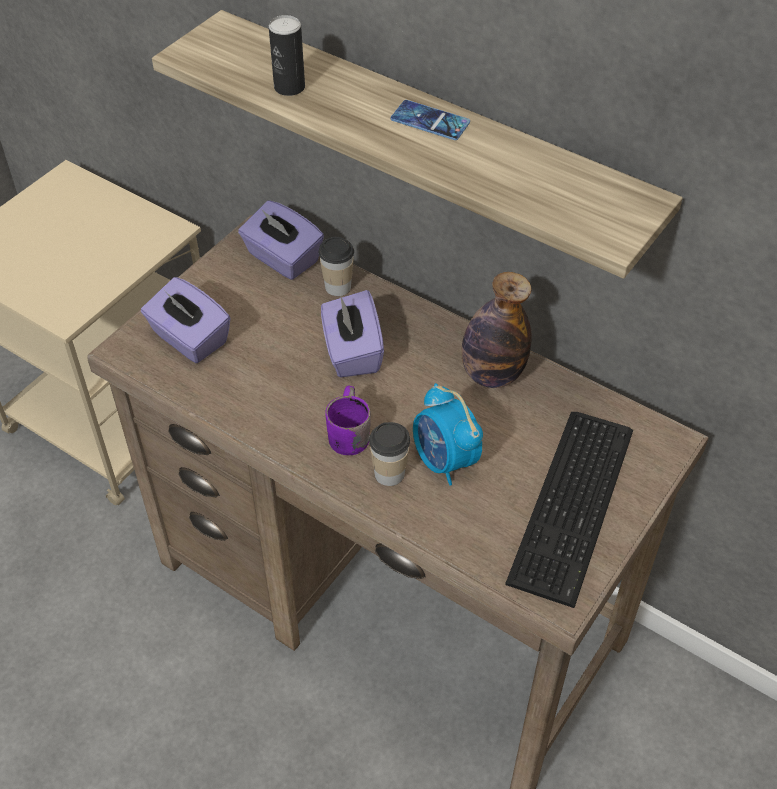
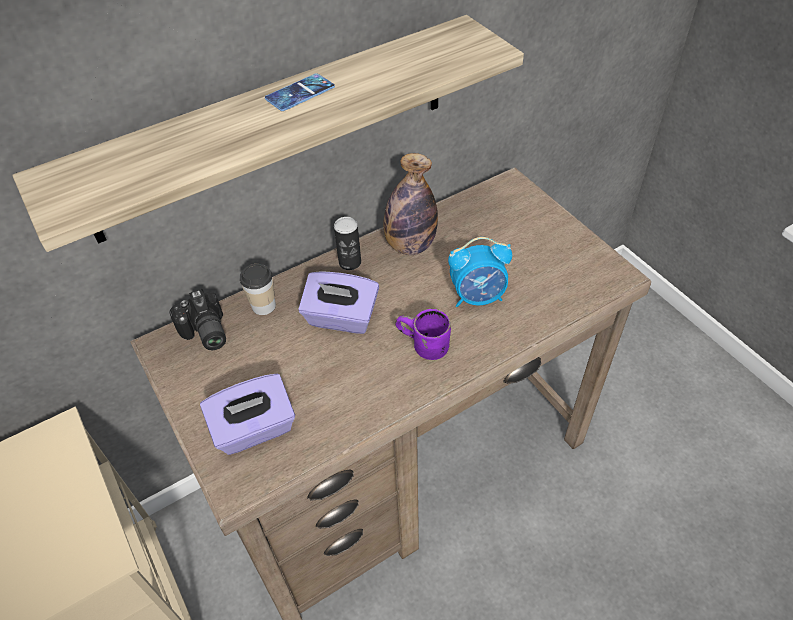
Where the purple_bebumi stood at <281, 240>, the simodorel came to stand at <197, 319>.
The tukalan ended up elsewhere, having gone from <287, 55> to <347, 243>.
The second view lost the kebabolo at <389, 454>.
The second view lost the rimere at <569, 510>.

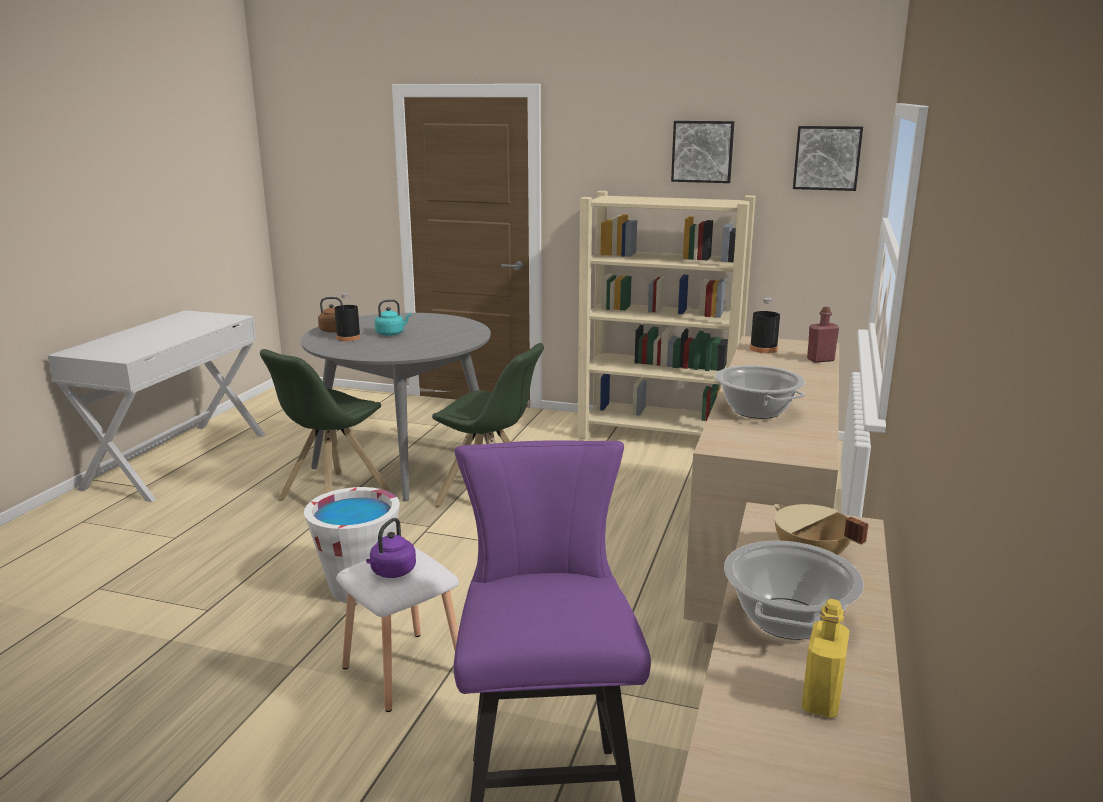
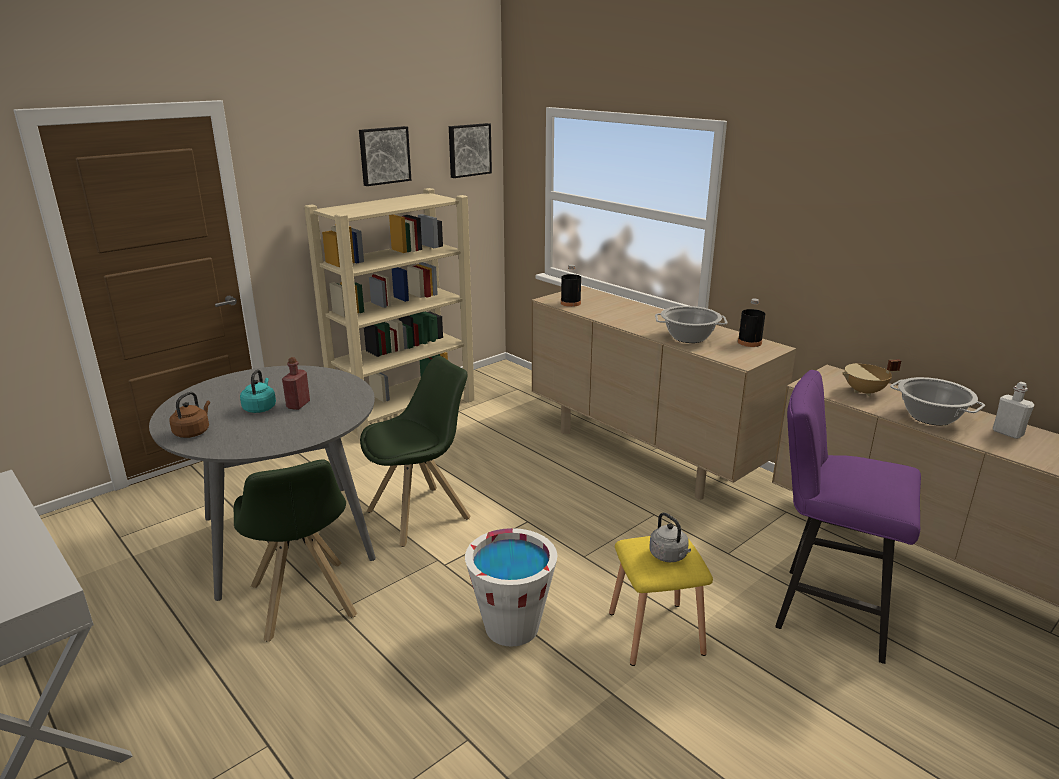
The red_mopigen ended up elsewhere, having gone from <823, 335> to <296, 383>.
What was the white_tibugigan at <397, 629> turned into the yellow_tibugigan at <661, 601>.
What was the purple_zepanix at <391, 548> turned into the grey_zepanix at <670, 537>.
The black_mopigen ended up elsewhere, having gone from <347, 317> to <751, 323>.
What was the yellow_mopigen at <825, 658> turned into the white_mopigen at <1013, 410>.

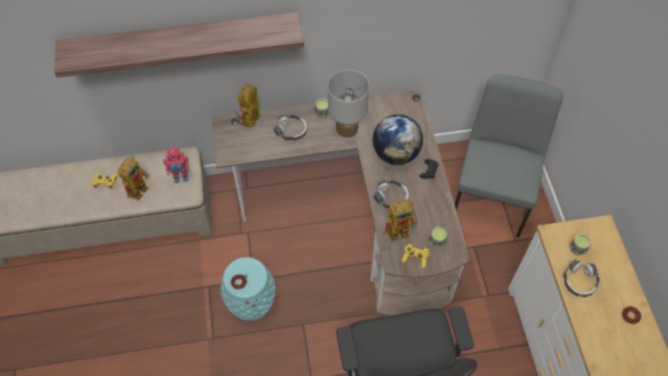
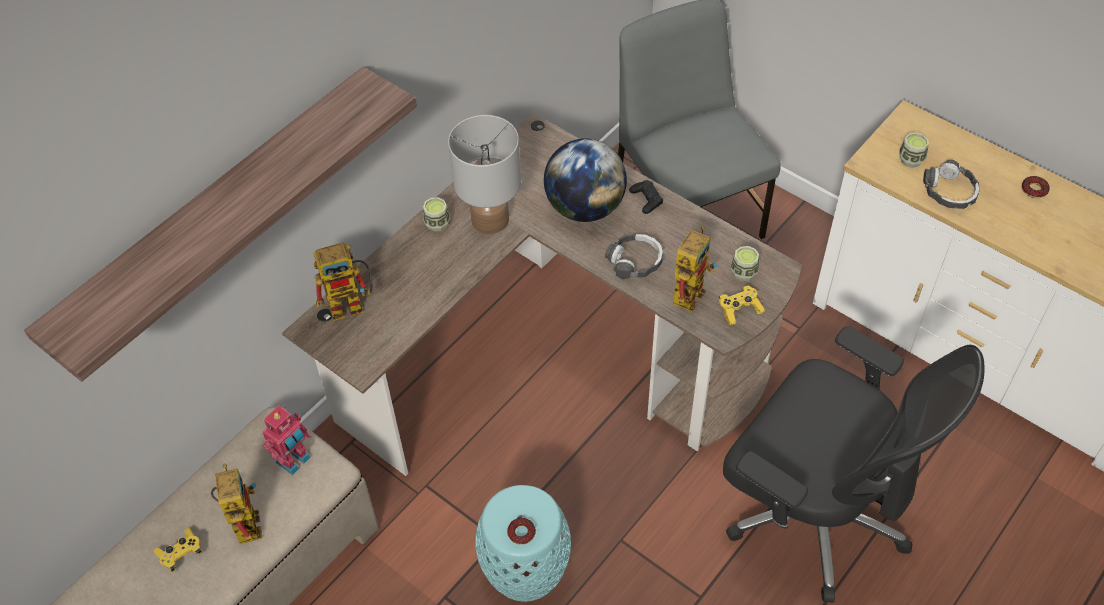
The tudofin at <247, 105> ended up facing another way, 90 degrees counterclockwise from before.
The second view lost the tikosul at <290, 127>.

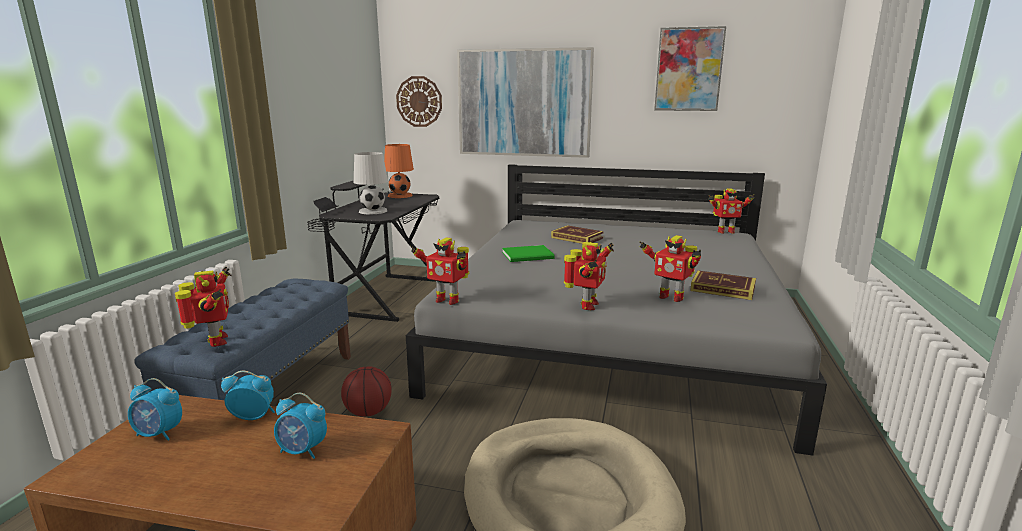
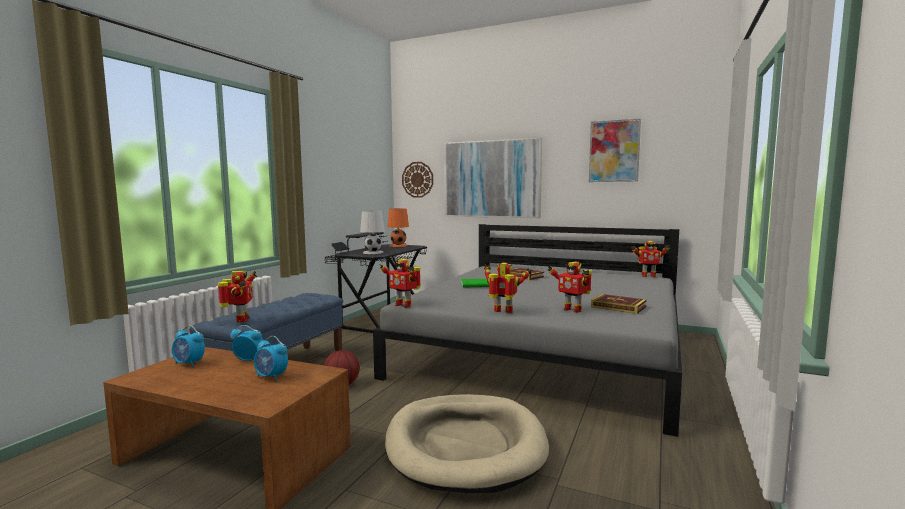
The tudofin at <589, 276> ended up facing another way, 105 degrees counterclockwise from before.

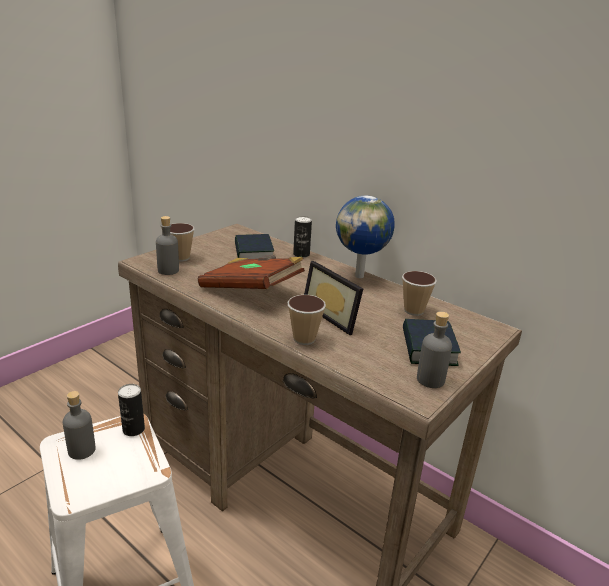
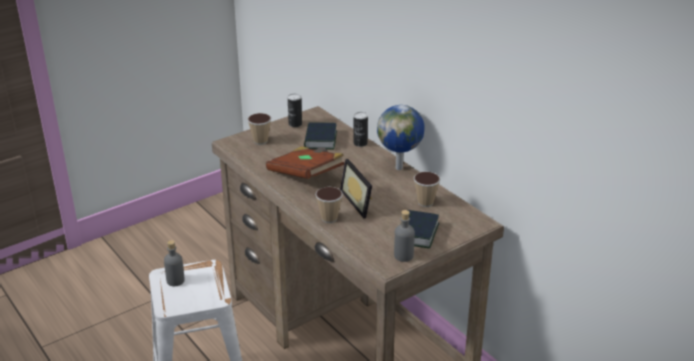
The tukalan ended up elsewhere, having gone from <131, 410> to <295, 110>.
The second view lost the grey_mopigen at <167, 245>.

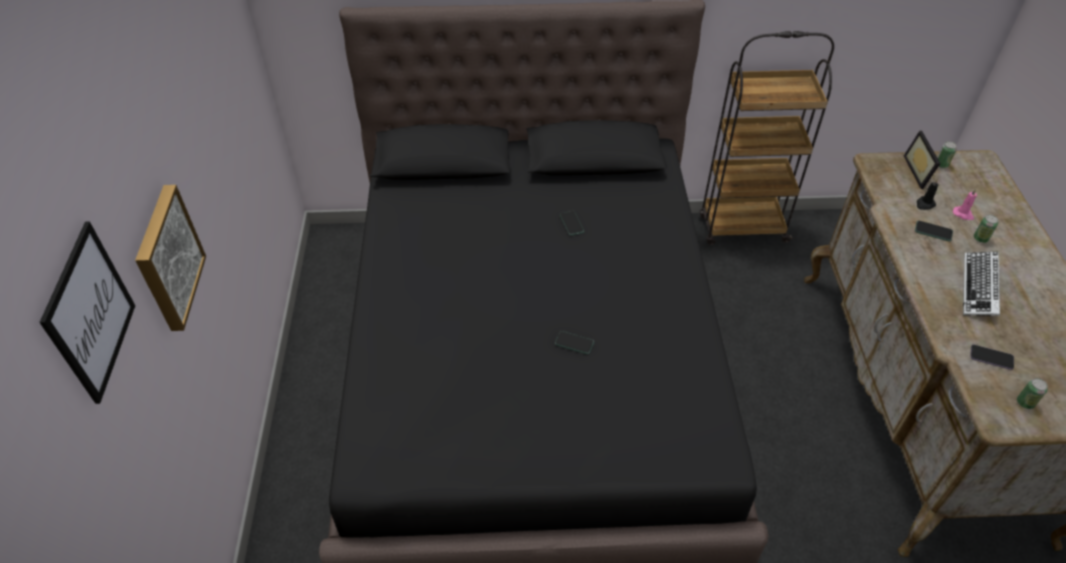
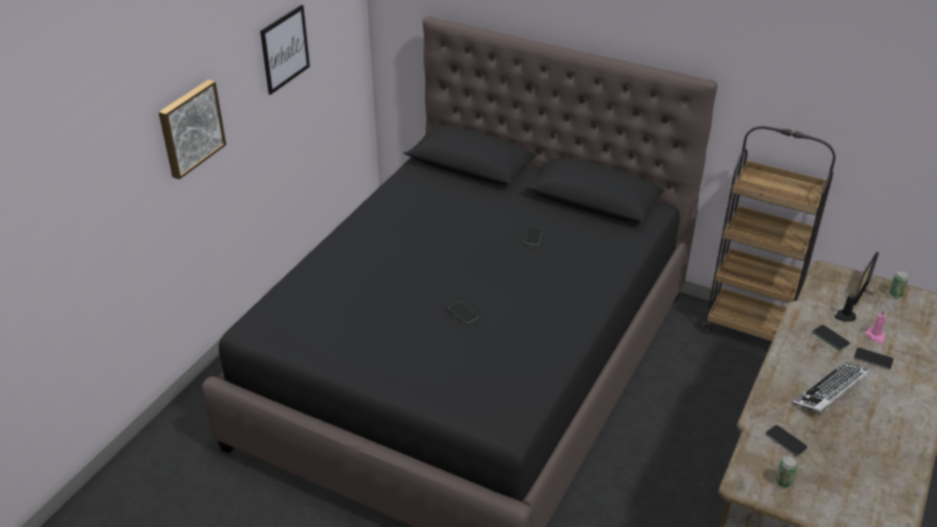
The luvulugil ended up elsewhere, having gone from <87, 312> to <285, 50>.
Where the tukalan stood at <986, 229>, the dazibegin came to stand at <874, 358>.

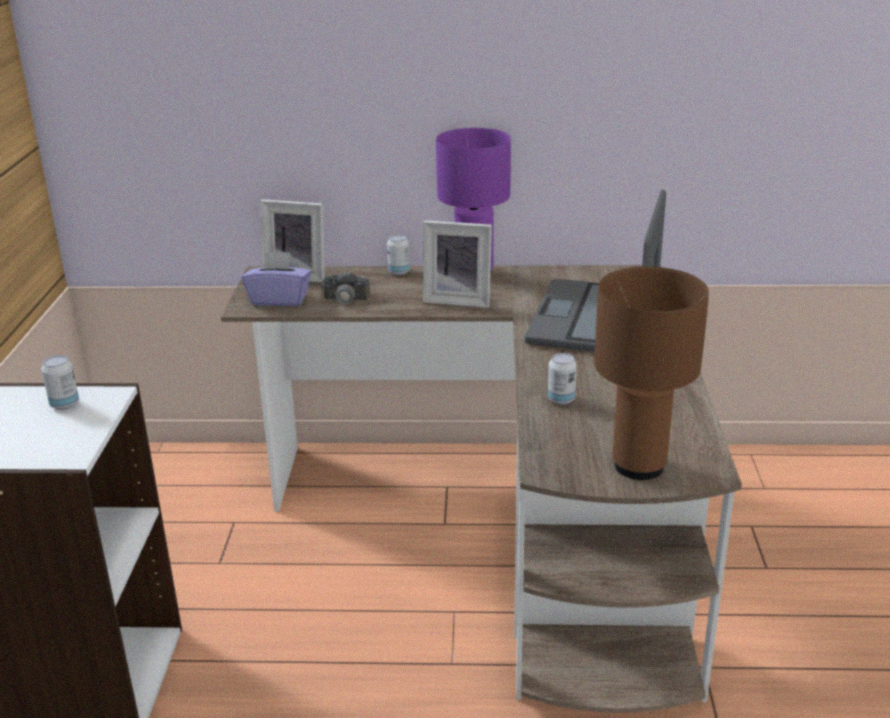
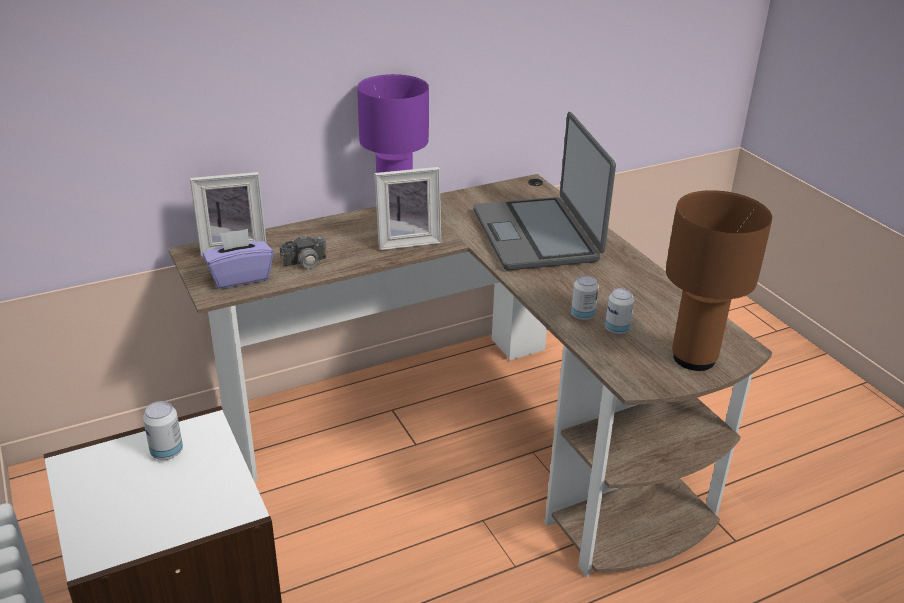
The tukalan ended up elsewhere, having gone from <398, 255> to <619, 311>.

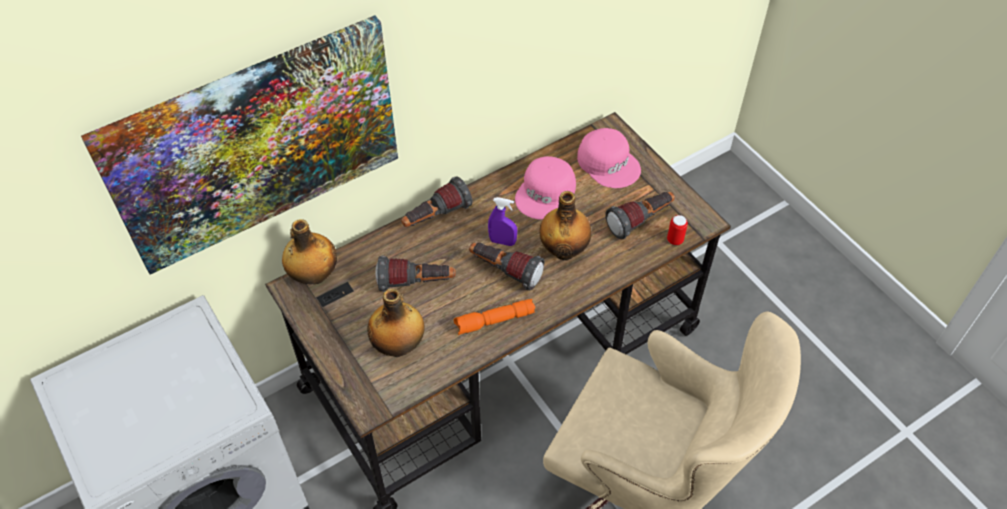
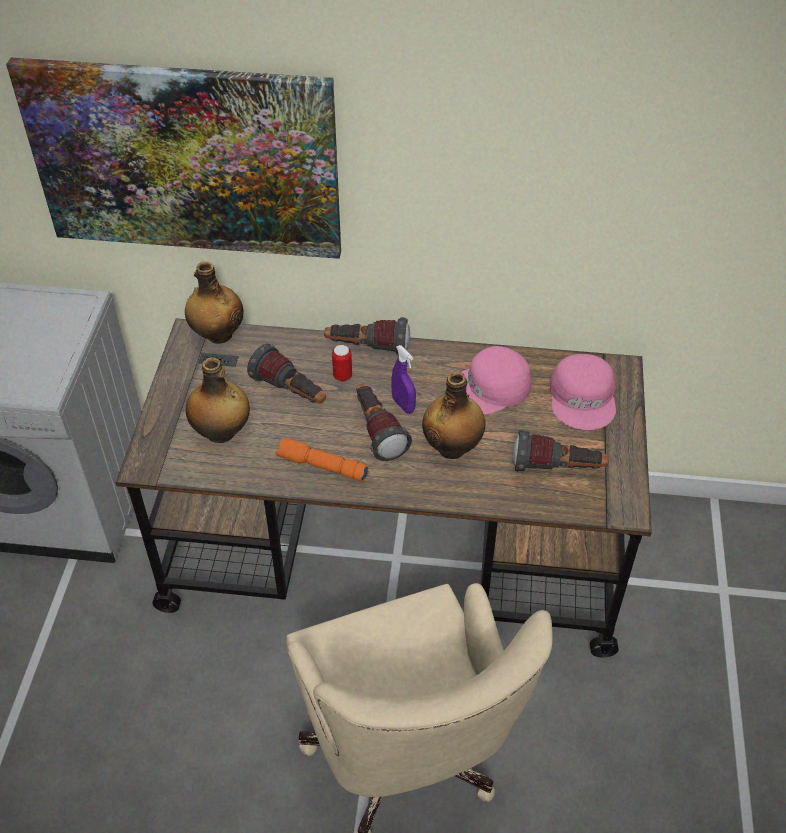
The tukalan ended up elsewhere, having gone from <677, 230> to <342, 363>.

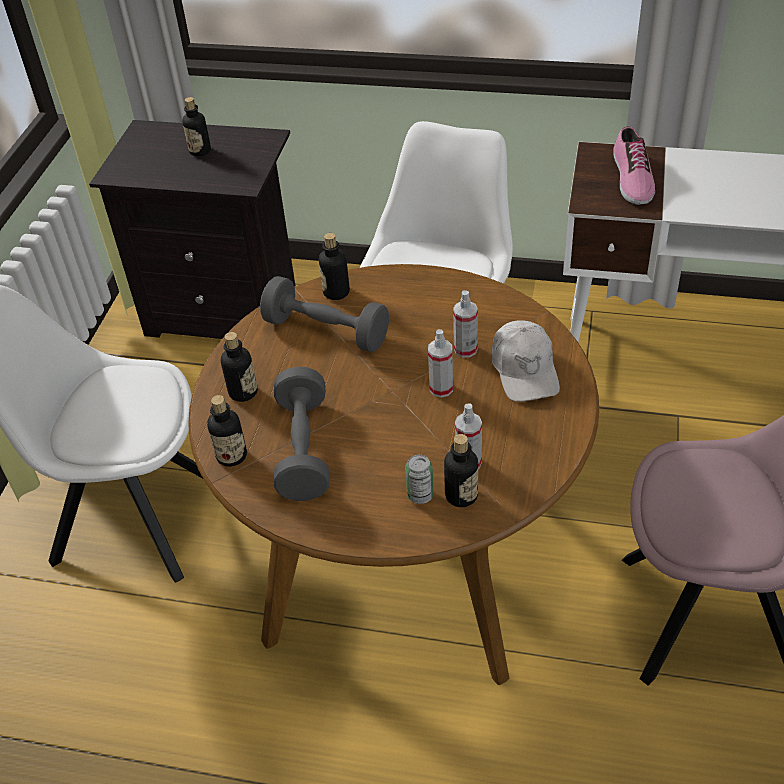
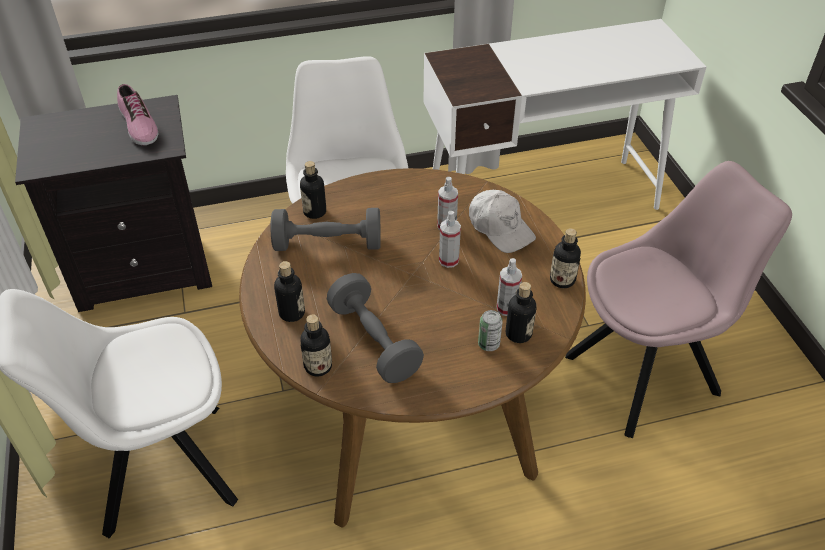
The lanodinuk ended up elsewhere, having gone from <634, 165> to <137, 114>.
The mopigen ended up elsewhere, having gone from <196, 127> to <565, 258>.

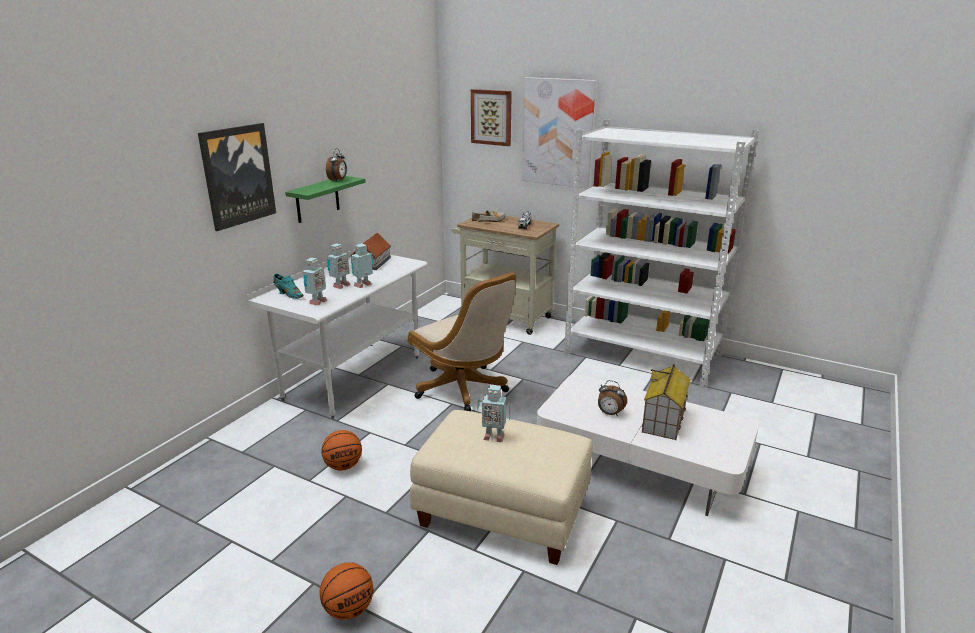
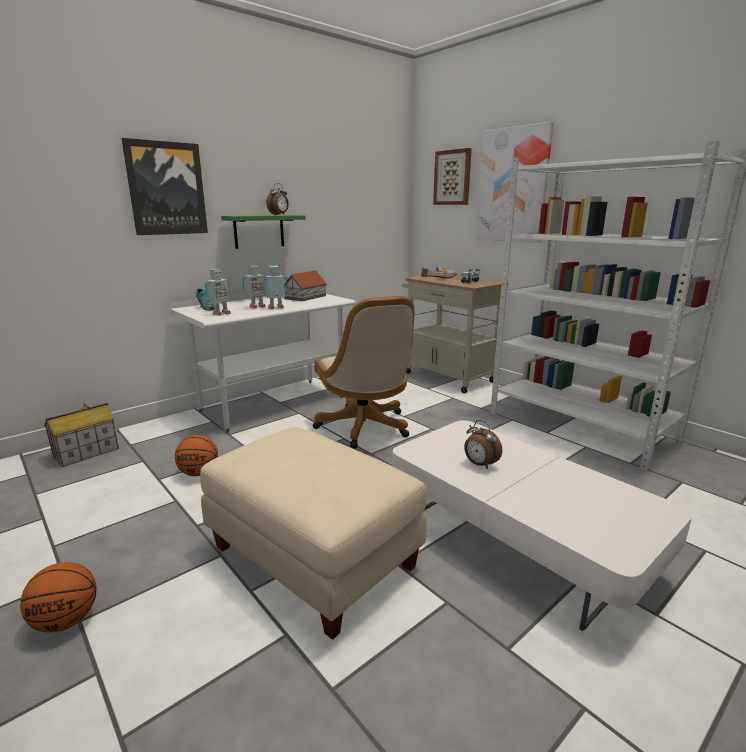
The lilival ended up elsewhere, having gone from <666, 402> to <81, 435>.
The second view lost the tudofin at <493, 413>.

